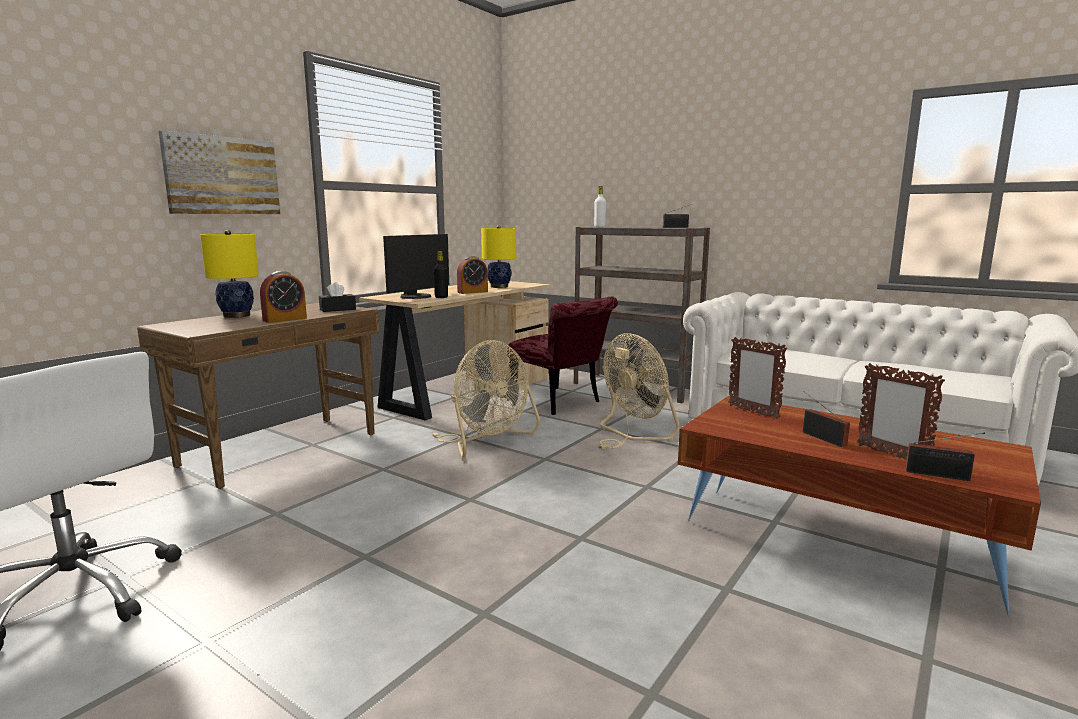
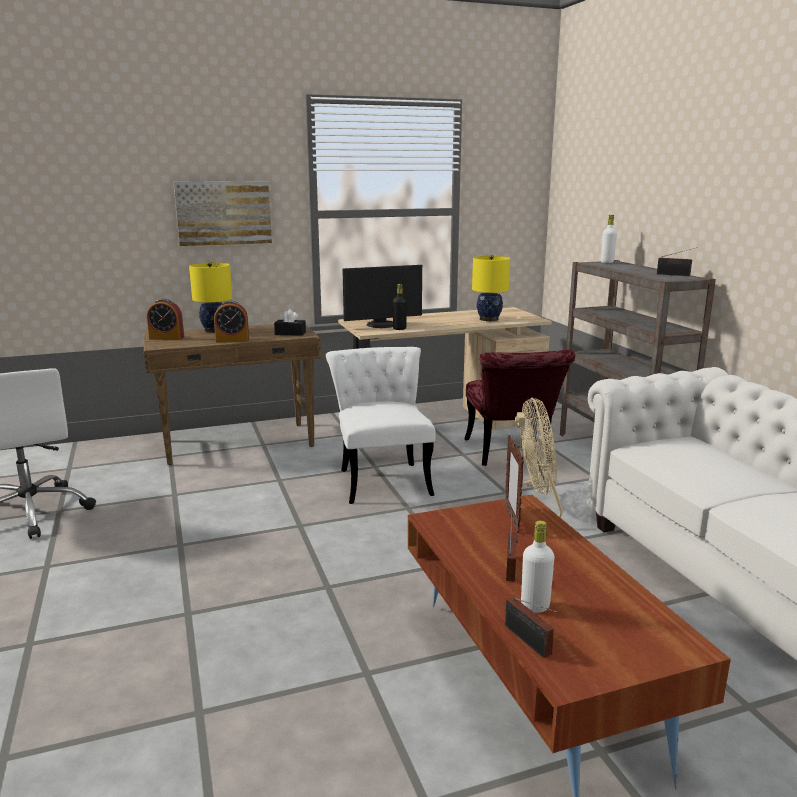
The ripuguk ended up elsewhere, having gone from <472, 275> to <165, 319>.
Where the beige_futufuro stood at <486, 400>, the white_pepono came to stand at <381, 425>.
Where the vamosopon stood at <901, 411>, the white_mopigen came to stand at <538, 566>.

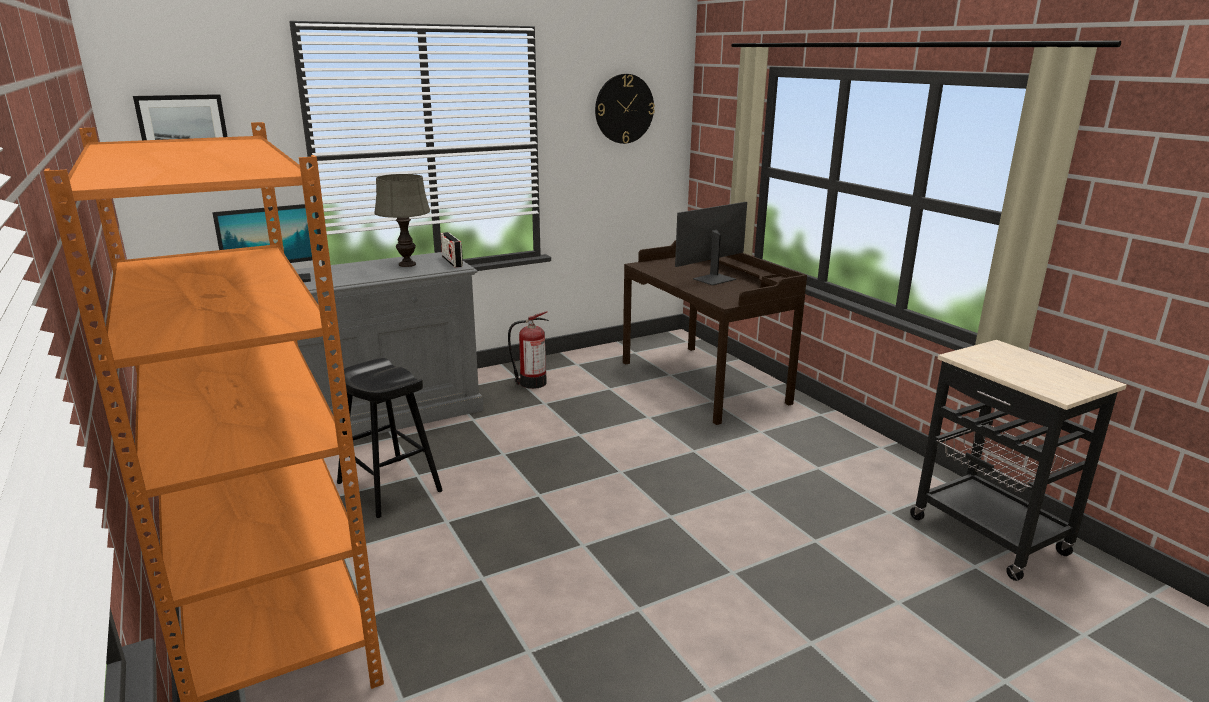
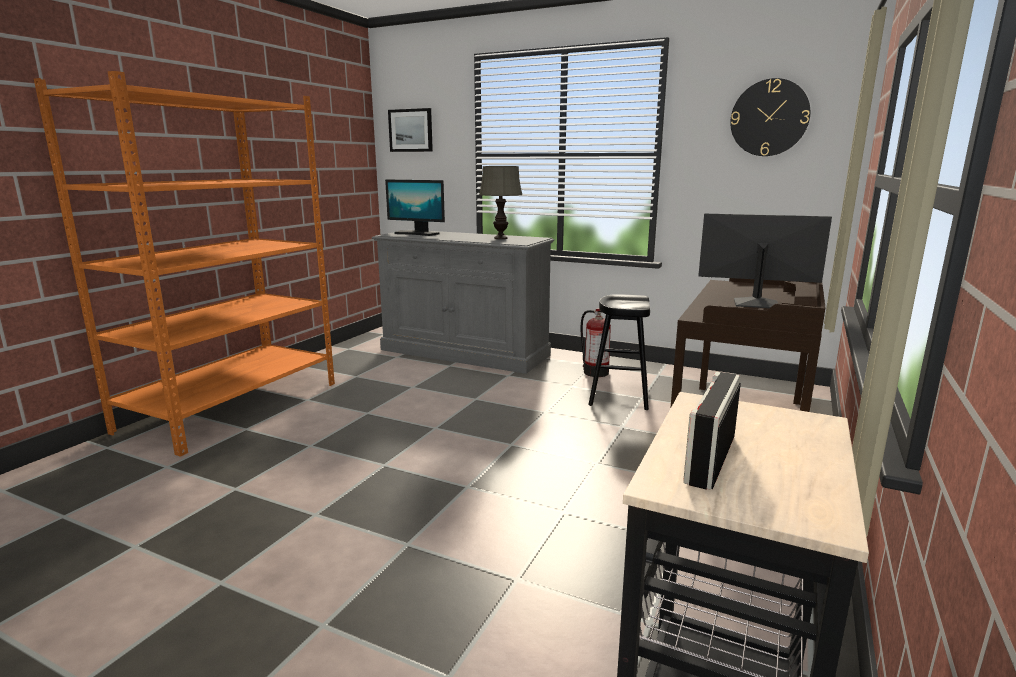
The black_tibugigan ended up elsewhere, having gone from <390, 438> to <619, 352>.
The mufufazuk ended up elsewhere, having gone from <451, 249> to <712, 431>.

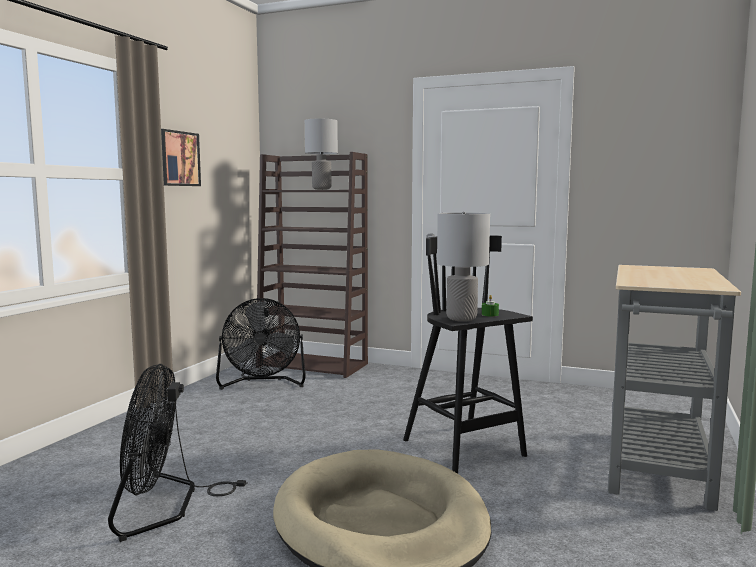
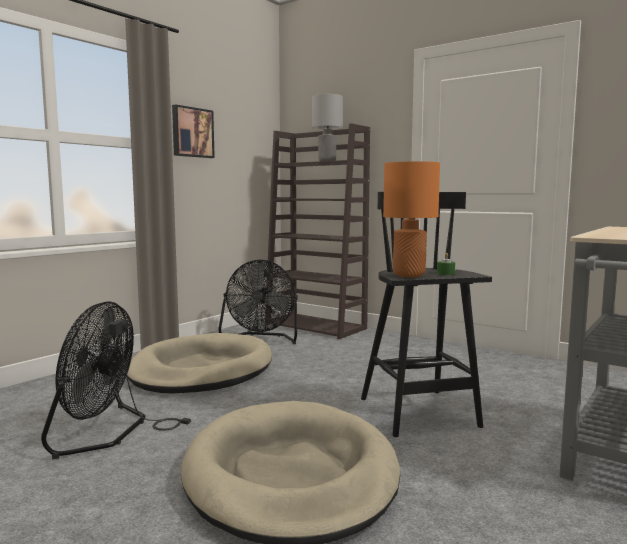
The second view gained the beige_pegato at <199, 363>.
What was the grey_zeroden at <463, 267> turned into the orange_zeroden at <411, 219>.

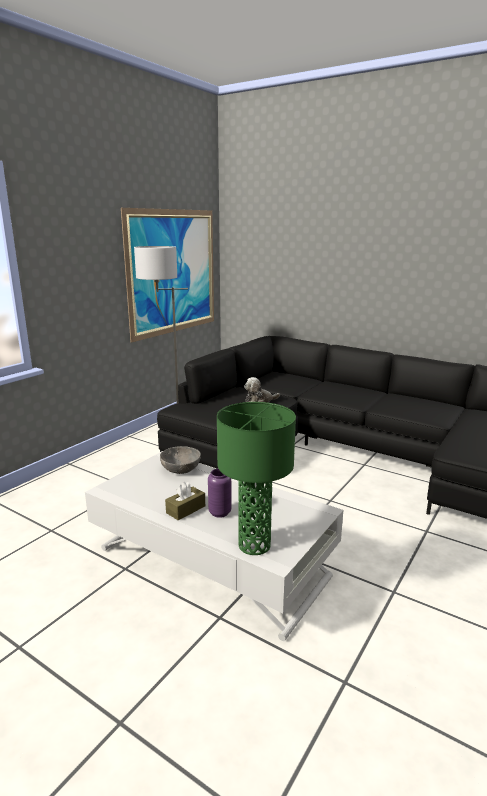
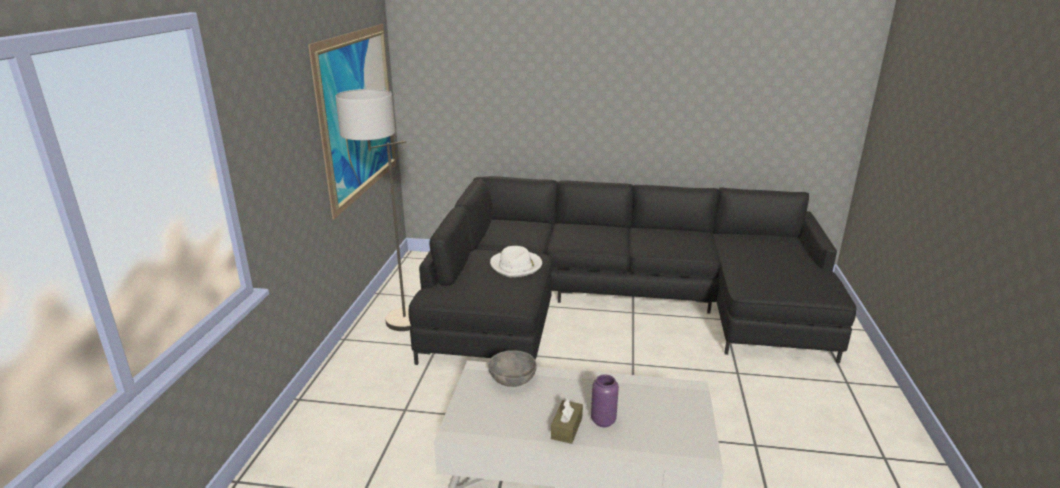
Where the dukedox stood at <262, 390>, the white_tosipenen came to stand at <516, 261>.
The second view lost the green_zeroden at <256, 478>.

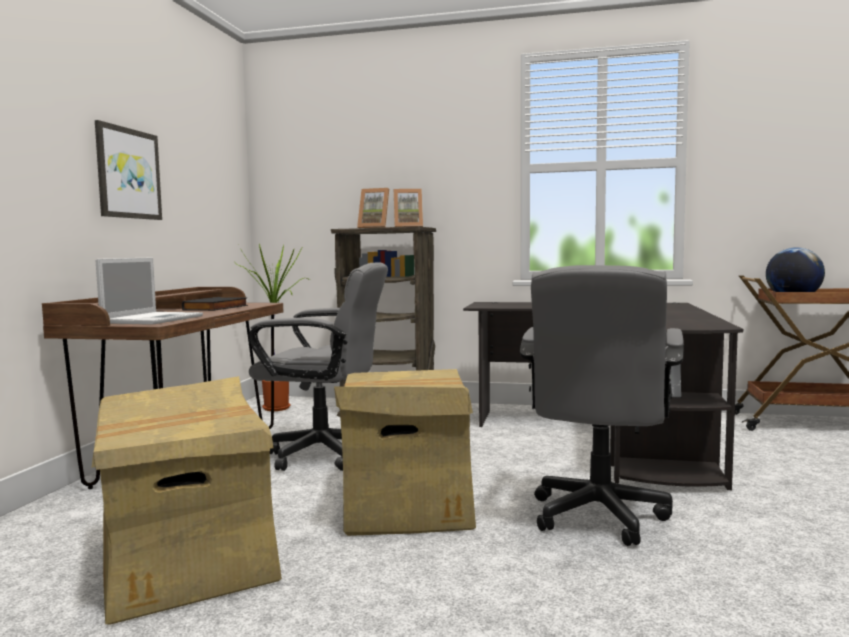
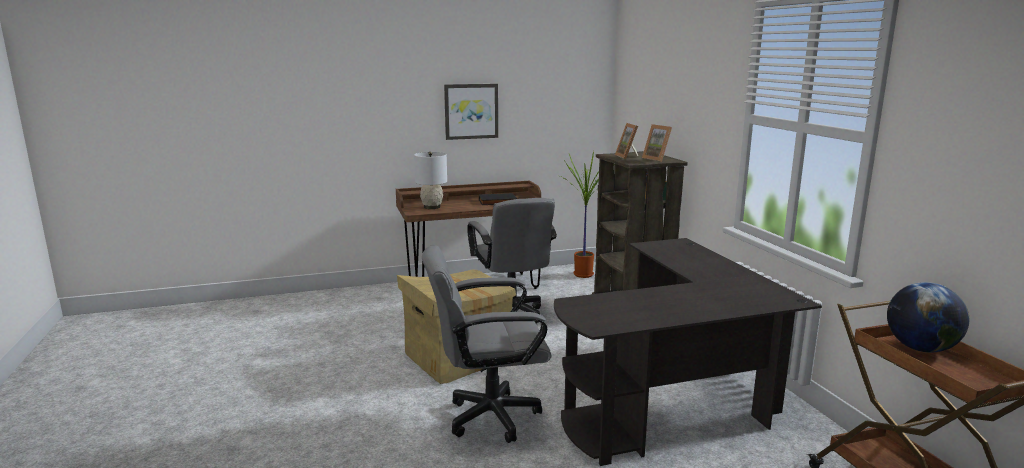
Where the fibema stood at <149, 291>, the white_zeroden came to stand at <430, 180>.
The second view lost the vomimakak at <187, 500>.

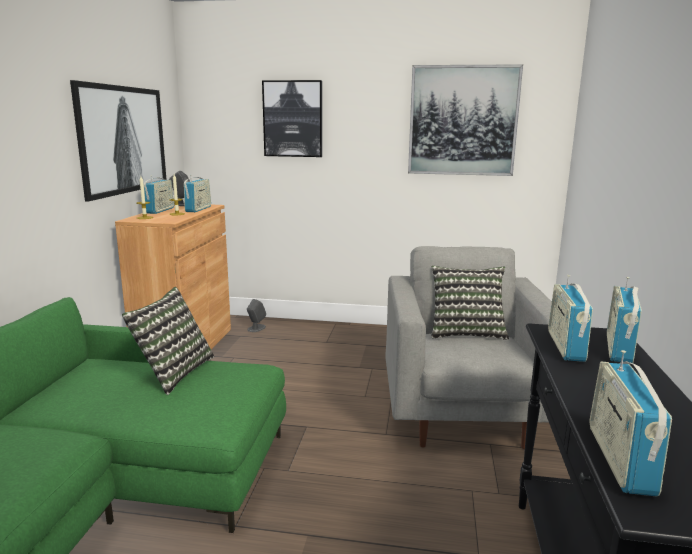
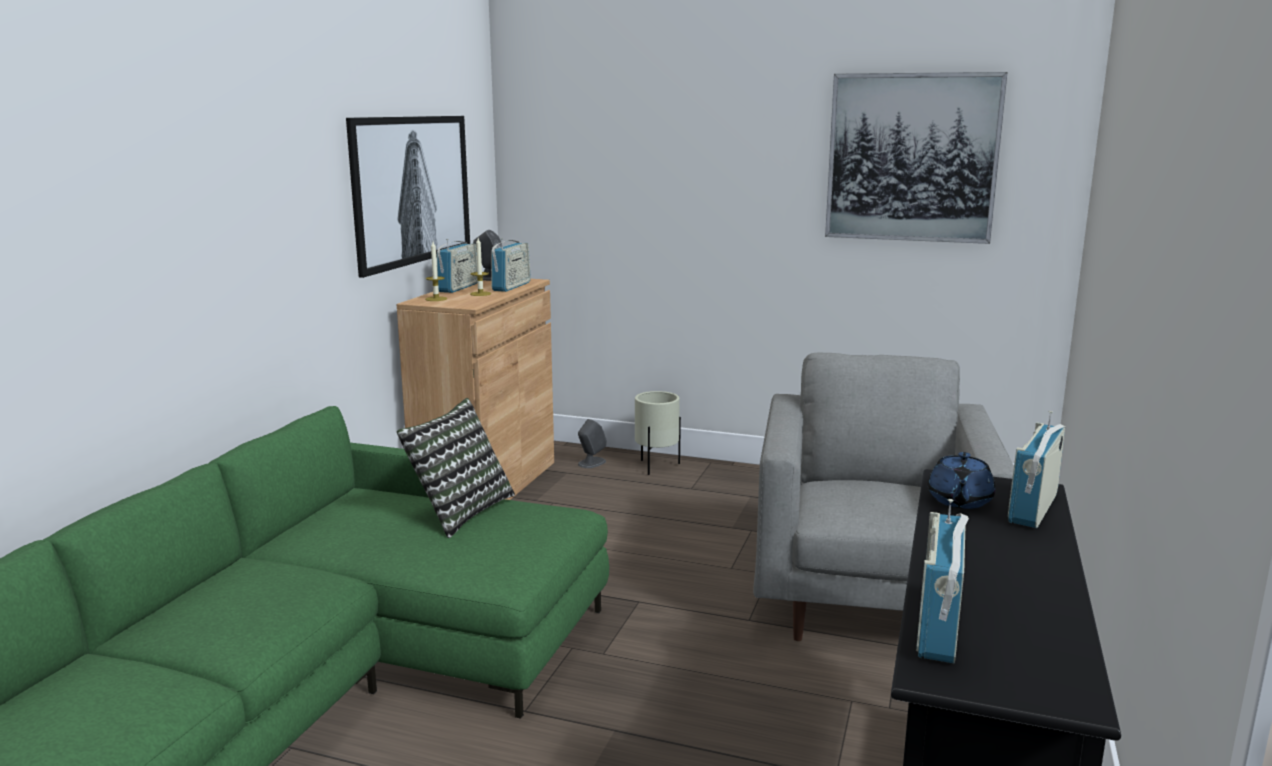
The second view gained the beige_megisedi at <658, 433>.
Where the mufufazuk stood at <570, 318>, the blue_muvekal came to stand at <961, 480>.
The second view lost the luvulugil at <292, 118>.
The second view lost the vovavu at <470, 303>.

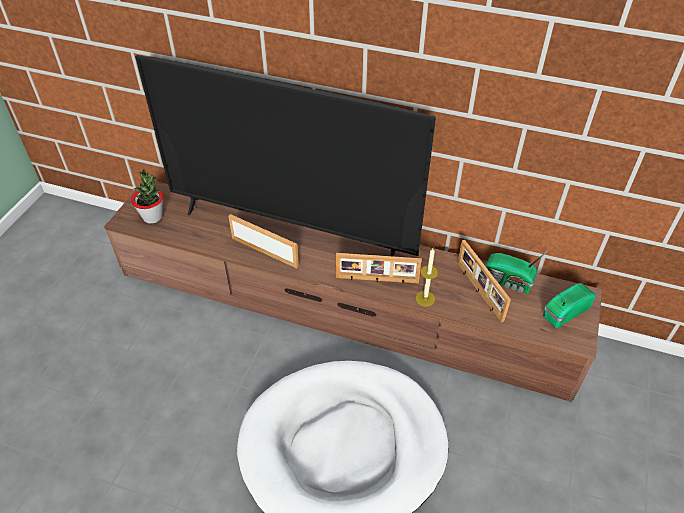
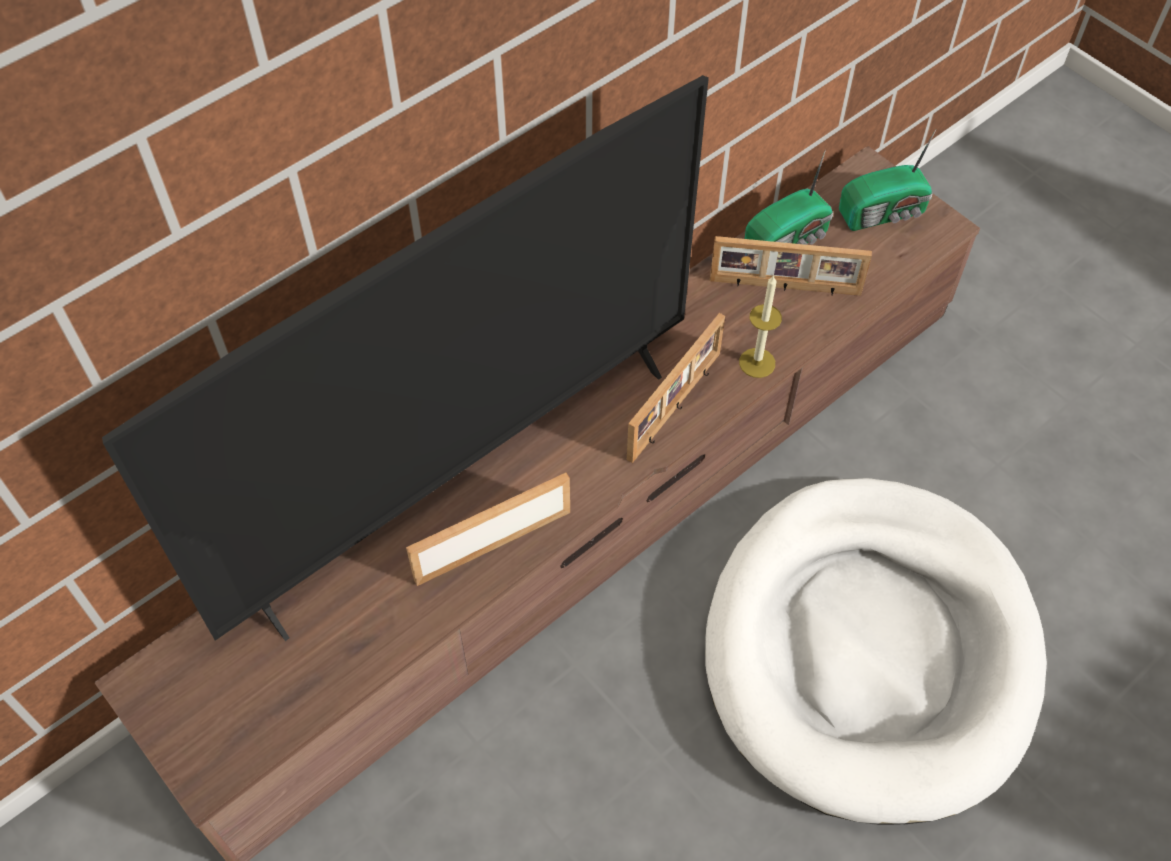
The mufufazuk at <569, 305> ended up facing another way, 105 degrees counterclockwise from before.
The second view lost the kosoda at <147, 196>.

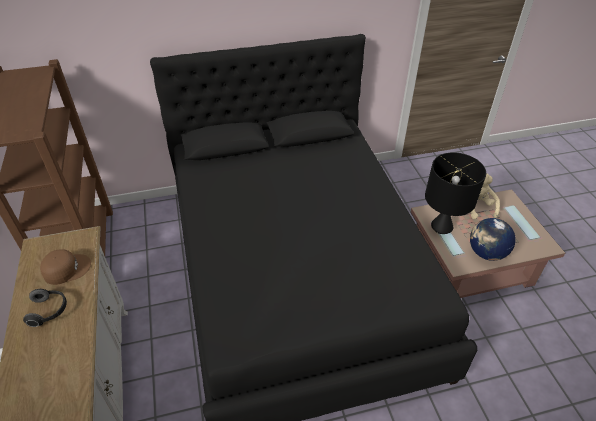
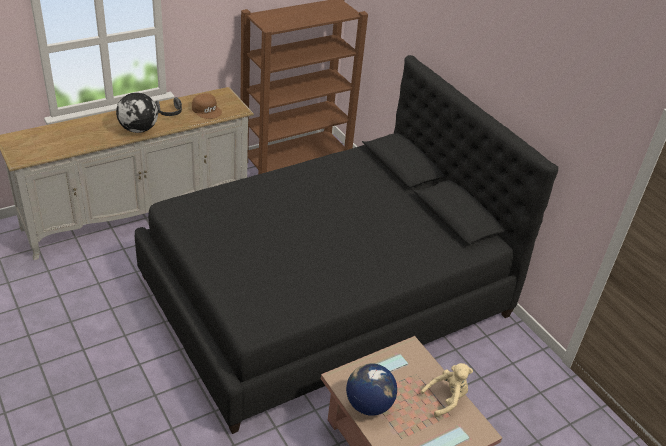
The second view gained the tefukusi at <137, 112>.
The second view lost the black_zeroden at <455, 193>.

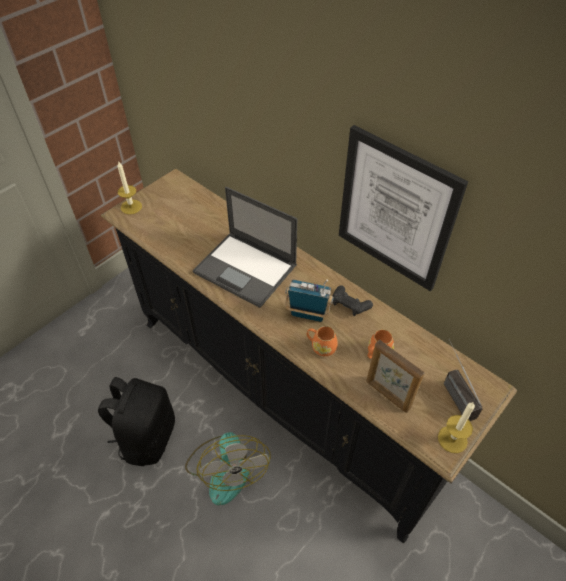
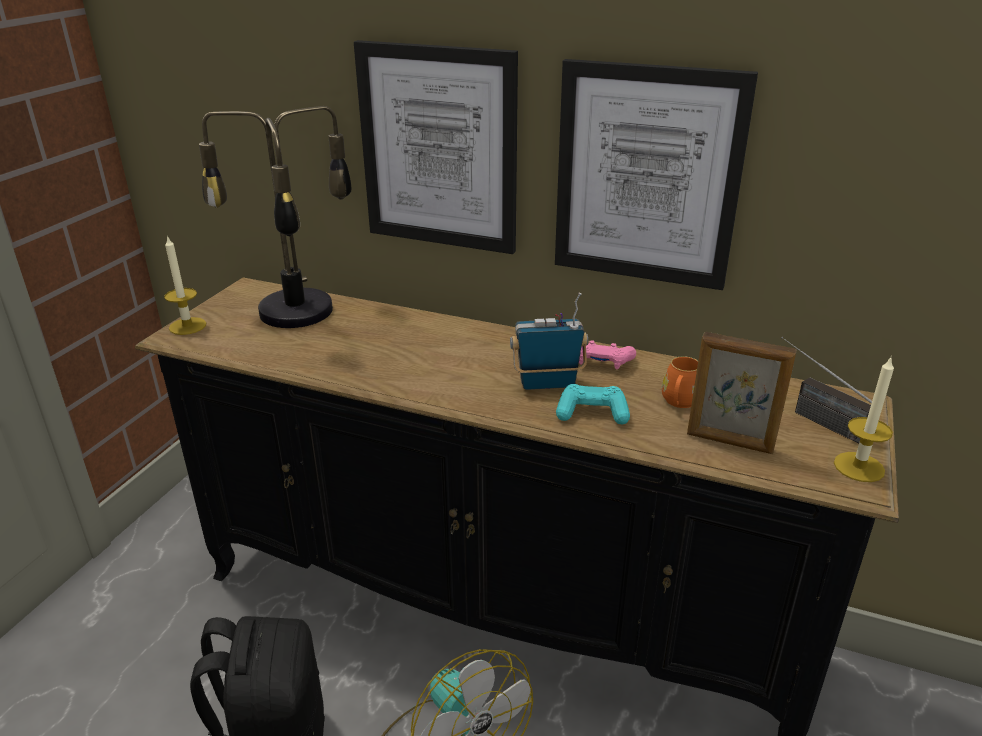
The second view gained the zeroden at <275, 217>.
The second view gained the luvulugil at <436, 147>.
Where the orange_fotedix stood at <322, 341>, the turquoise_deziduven came to stand at <593, 404>.
What was the black_deziduven at <353, 300> turned into the pink_deziduven at <607, 354>.
The second view lost the fibema at <245, 247>.

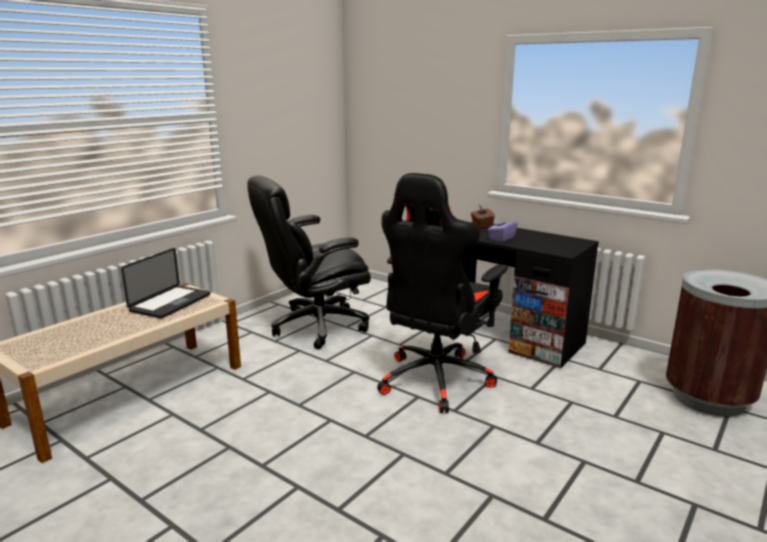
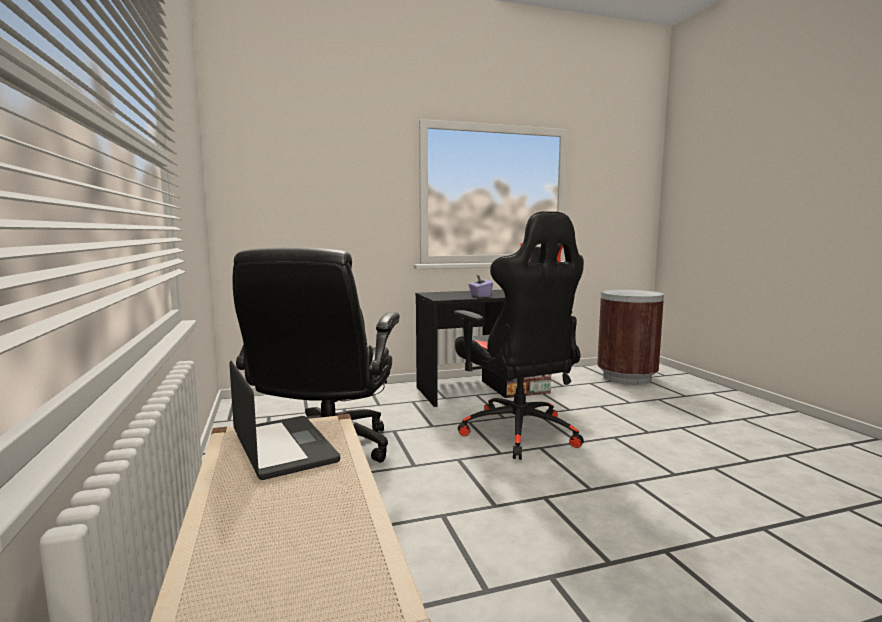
The second view lost the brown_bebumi at <483, 216>.

